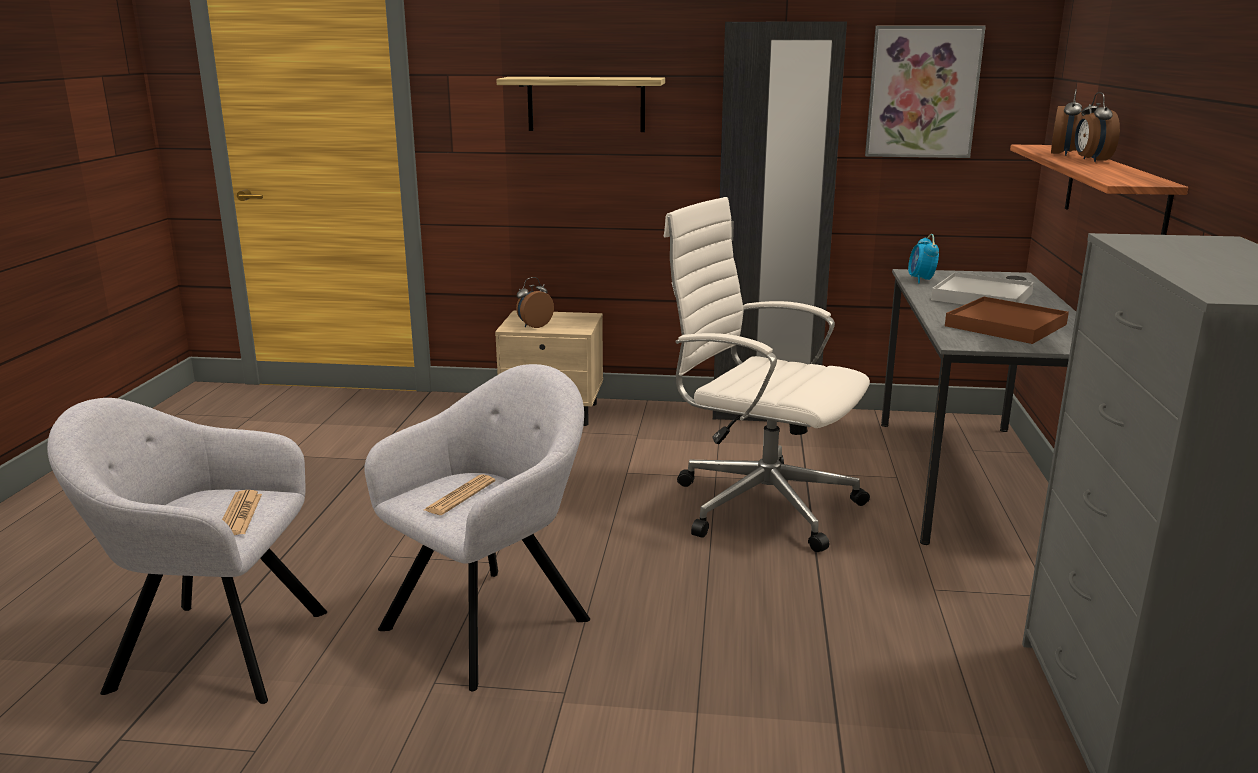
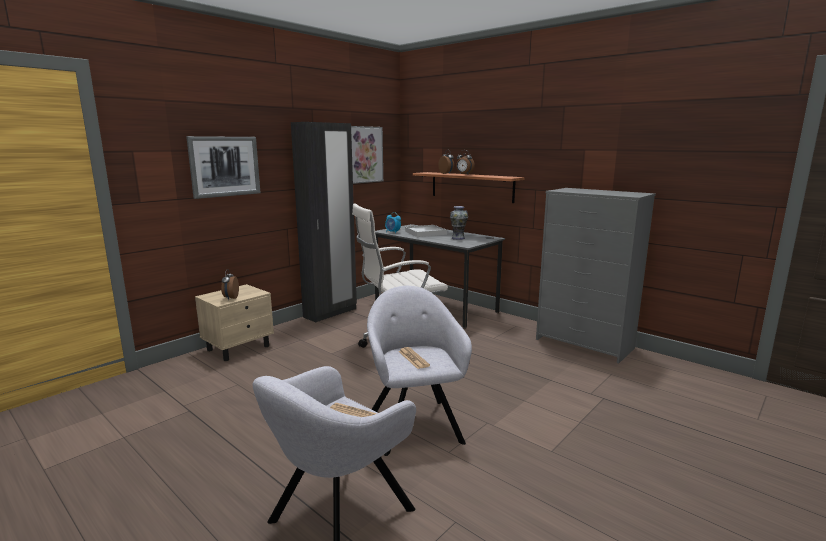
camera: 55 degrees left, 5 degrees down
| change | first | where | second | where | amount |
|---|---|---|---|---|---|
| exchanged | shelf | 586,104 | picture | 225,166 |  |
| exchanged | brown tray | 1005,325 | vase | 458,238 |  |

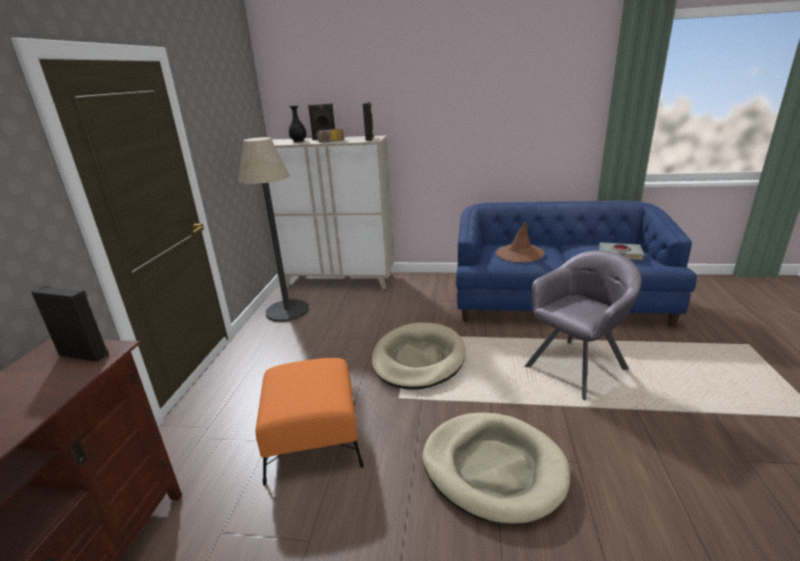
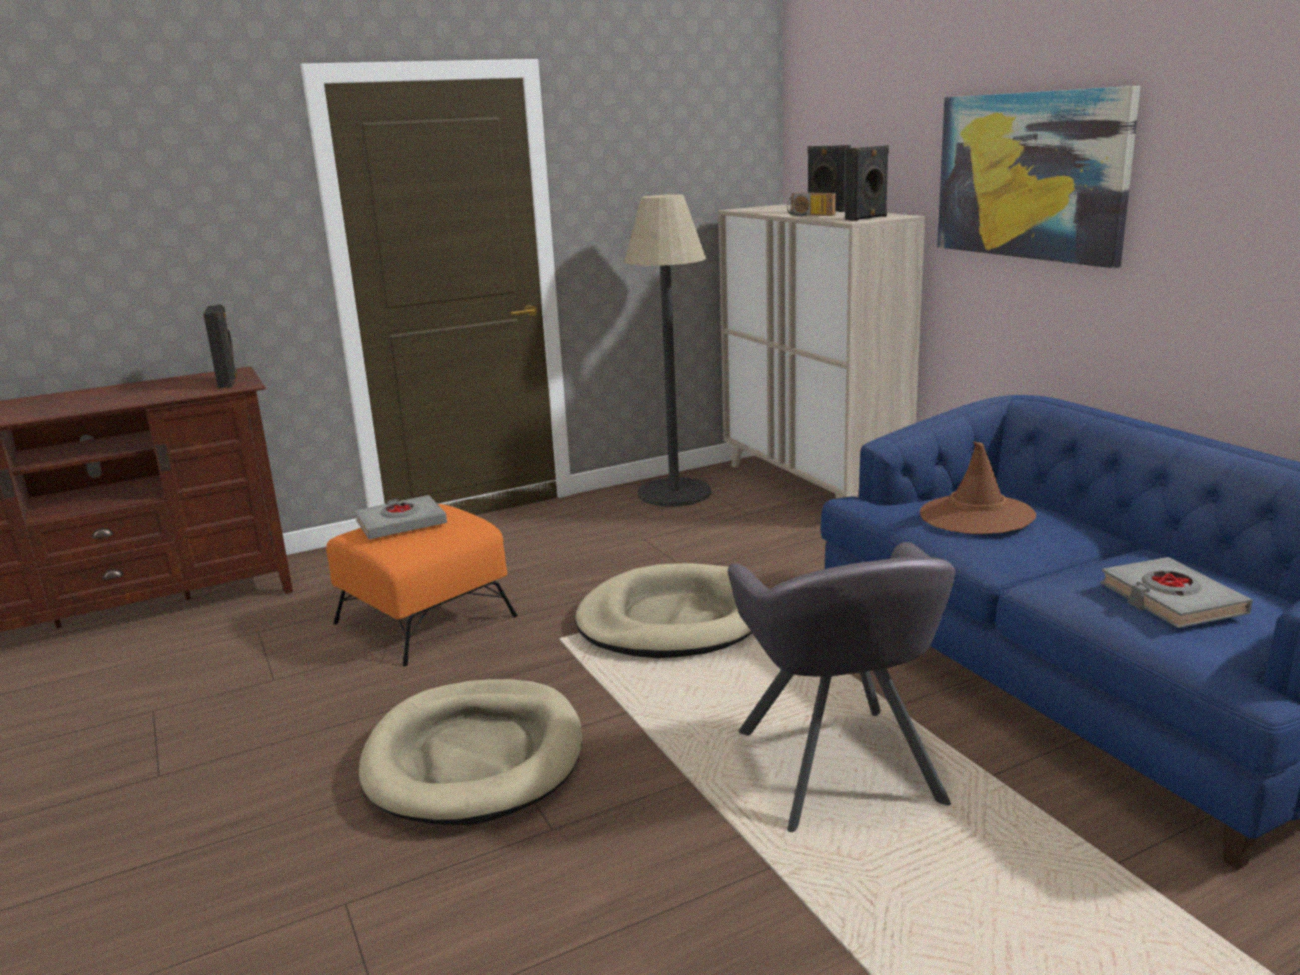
camera: 55 degrees right, 5 degrees down
| change | first | where | second | where | amount |
|---|---|---|---|---|---|
| missing | black vase | 298,141 |  |  |  |
| appeared |  |  | grey book | 401,523 |  |
| appeared |  |  | picture | 1030,176 |  |
| spun | grey armchair | 576,368 |  | 837,768 | 60 degrees clockwise |

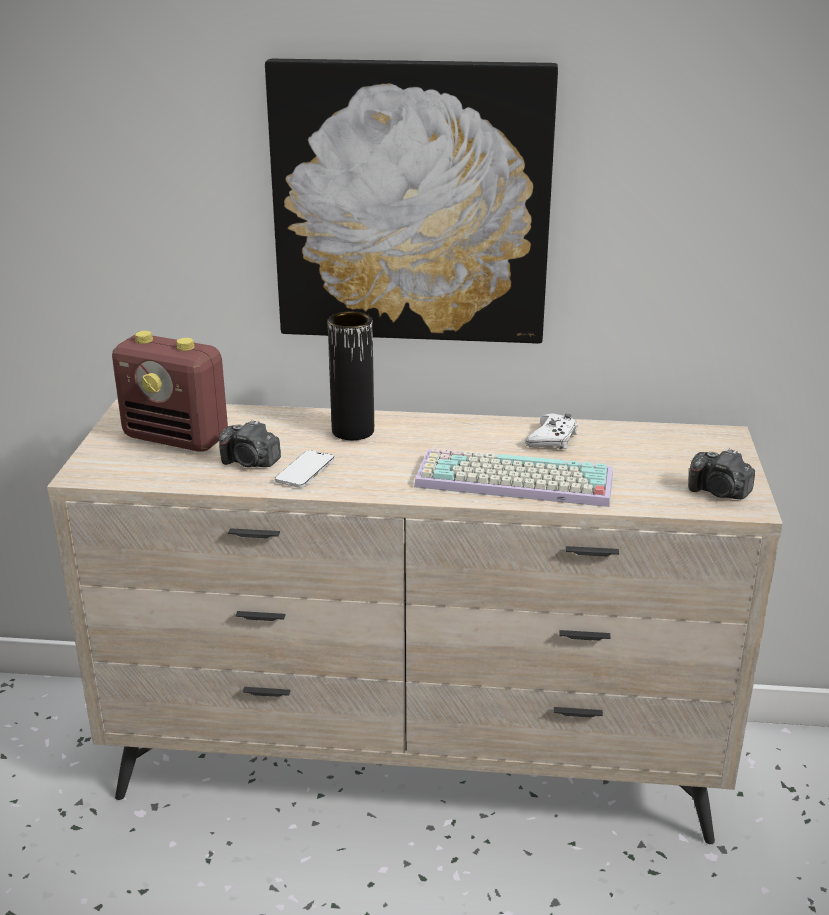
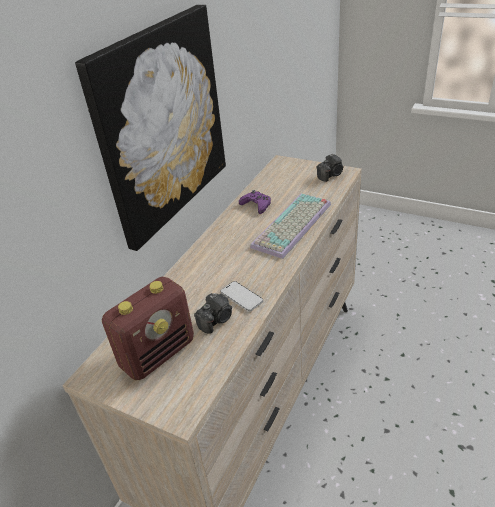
camera: 65 degrees left, 10 degrees up
| change | first | where | second | where | amount |
|---|---|---|---|---|---|
| missing | black vase | 353,431 |  |  |  |
| colour | white game controller | 552,439 | purple game controller | 256,205 |  |

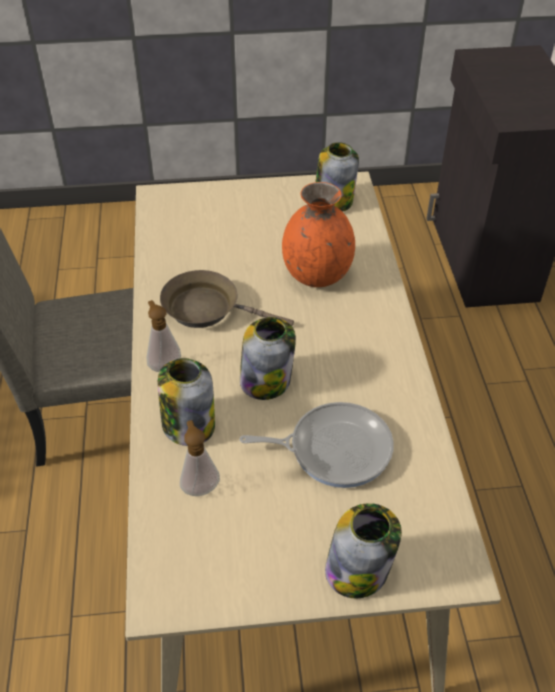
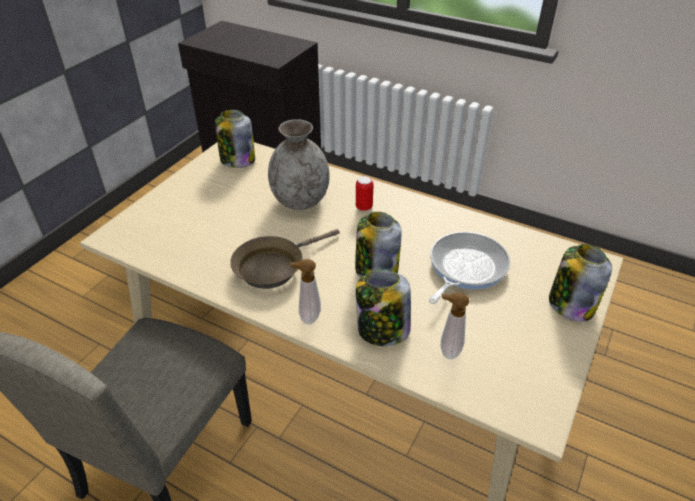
camera: 55 degrees left, 5 degrees down
| change | first | where | second | where | amount |
|---|---|---|---|---|---|
| appeared |  |  | can | 364,207 |  |
| colour | orange vase | 316,274 | grey vase | 300,200 |  |

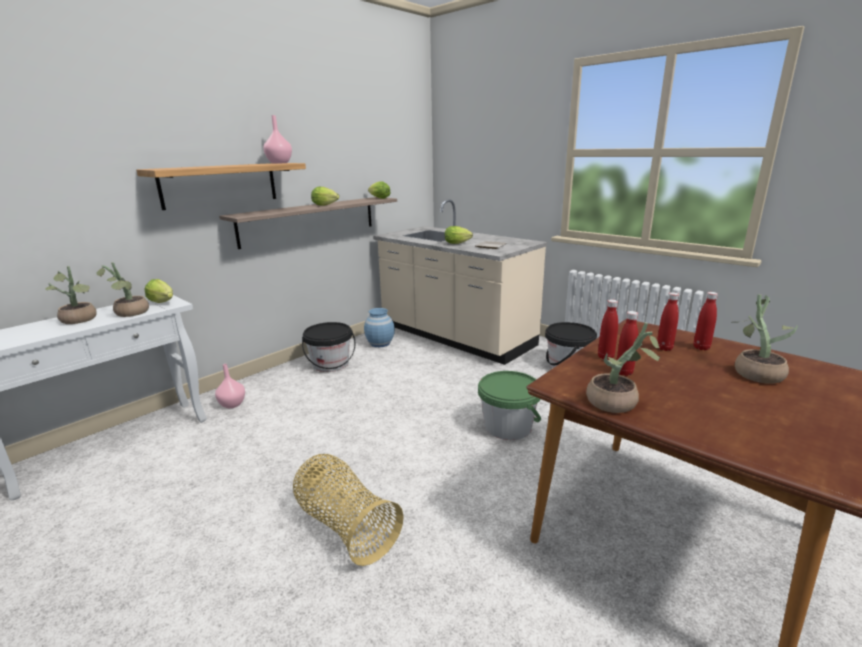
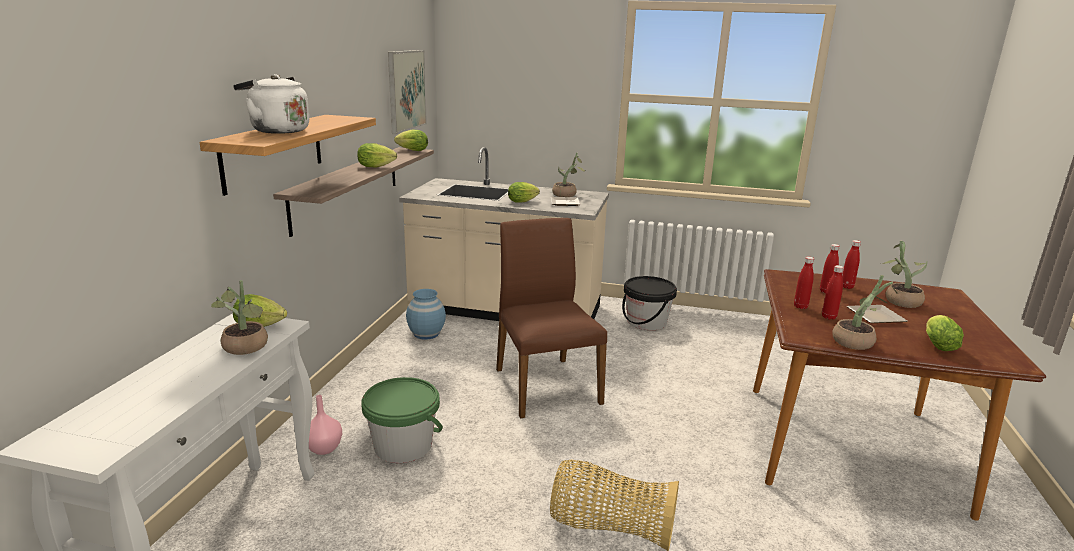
camera: 30 degrees left, 0 degrees up
| change | first | where | second | where | amount |
|---|---|---|---|---|---|
| missing | pink vase | 279,163 |  |  |  |
| missing | black bucket | 330,364 |  |  |  |
| appeared |  |  | white kettle | 277,131 |  |
| appeared |  |  | picture | 406,90 |  |
| appeared |  |  | brown chair | 545,385 |  |
| appeared |  |  | plate | 873,316 |  |
| appeared |  |  | lettuce | 937,344 |  |
| relocated | potted plant | 80,320 |  | 567,195 |  |
| relocated | green bucket | 508,426 |  | 403,446 |  |

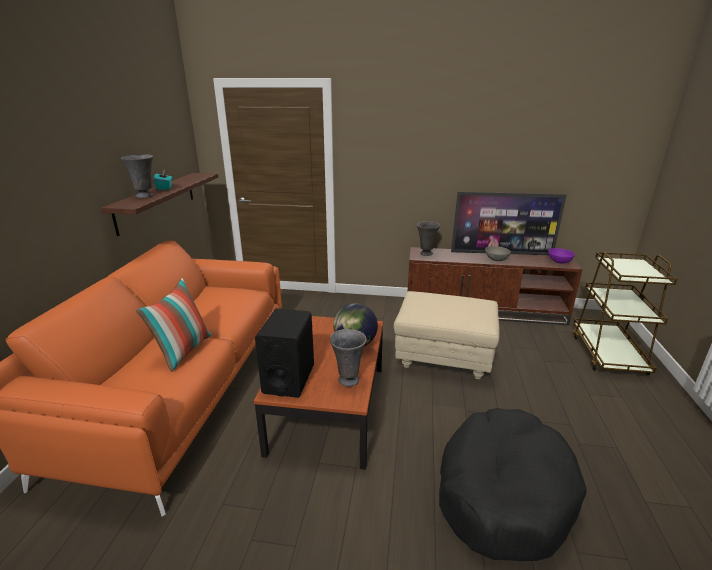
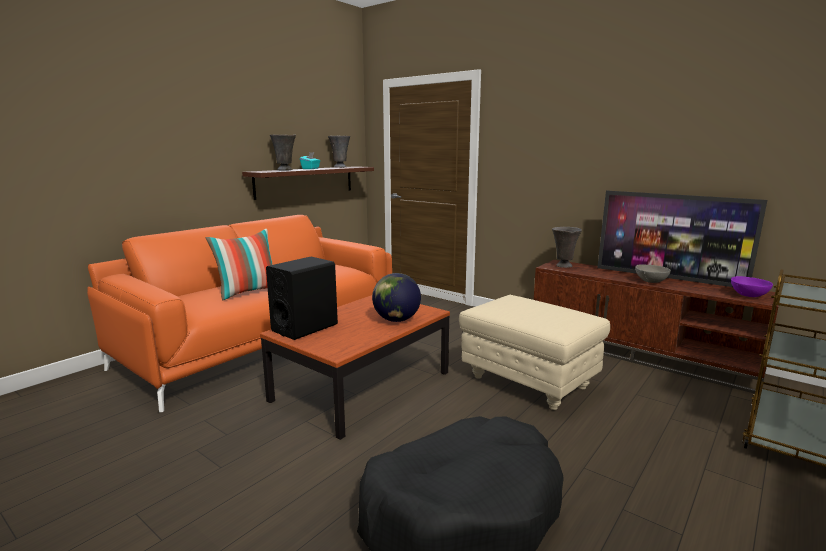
camera: 30 degrees right, 10 degrees down
| change | first | where | second | where | amount |
|---|---|---|---|---|---|
| relocated | grey vase | 348,380 |  | 340,167 |  |

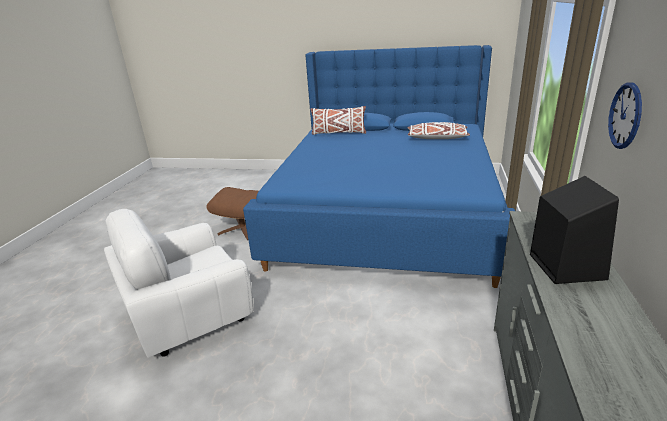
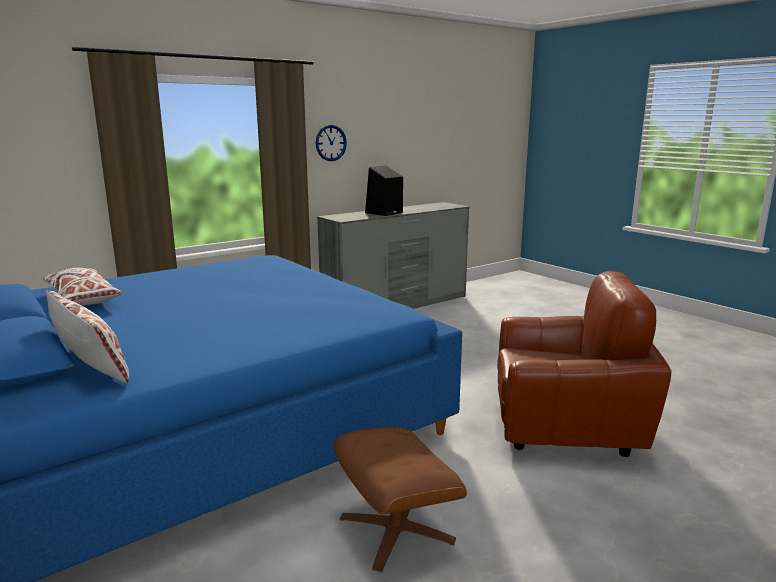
camera: 140 degrees left, 10 degrees down
| change | first | where | second | where | amount |
|---|---|---|---|---|---|
| colour | white armchair | 189,316 | brown armchair | 566,425 |  |

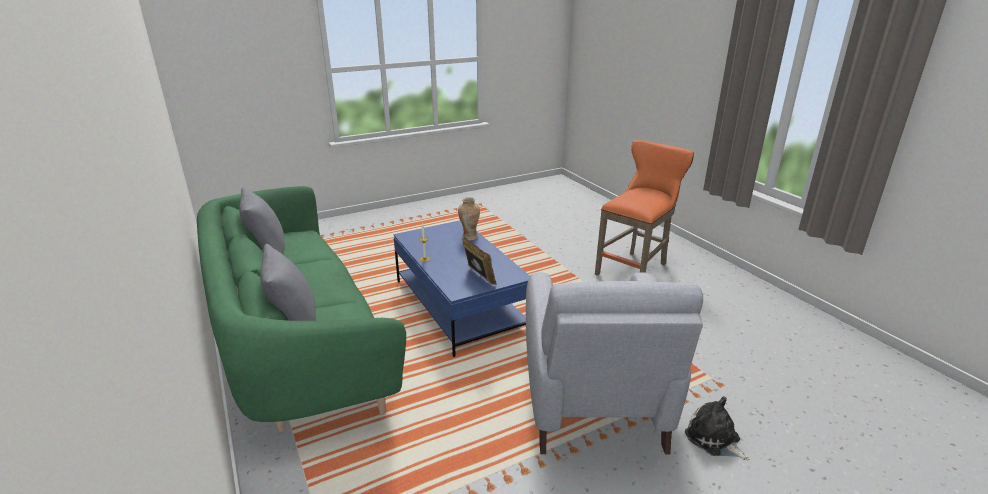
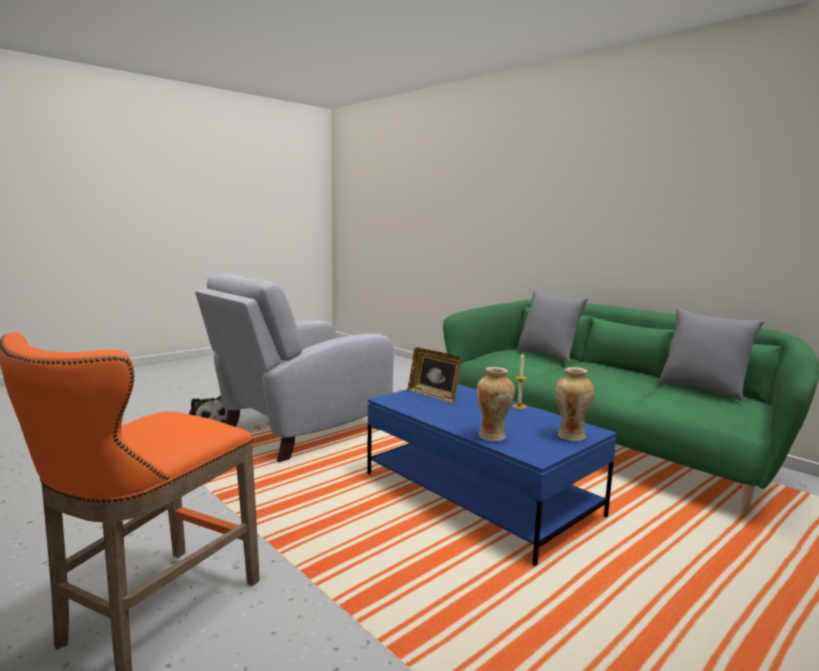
camera: 165 degrees right, 15 degrees down
| change | first | where | second | where | amount |
|---|---|---|---|---|---|
| appeared |  |  | vase | 570,436 |  |
| spun | grey armchair | 593,405 |  | 299,430 | 120 degrees counterclockwise |

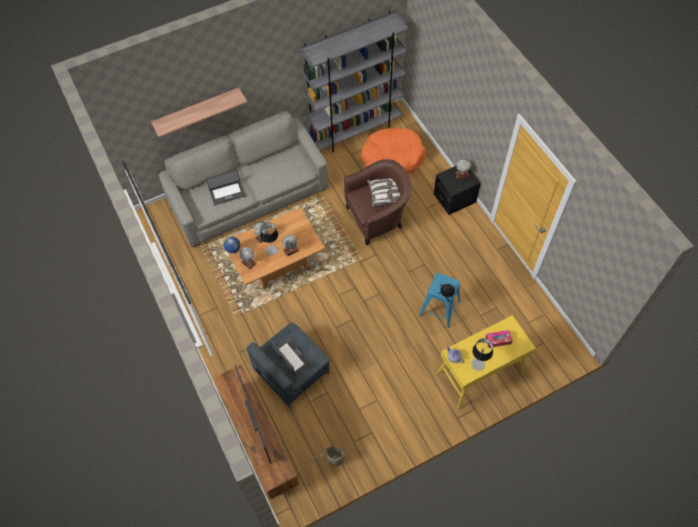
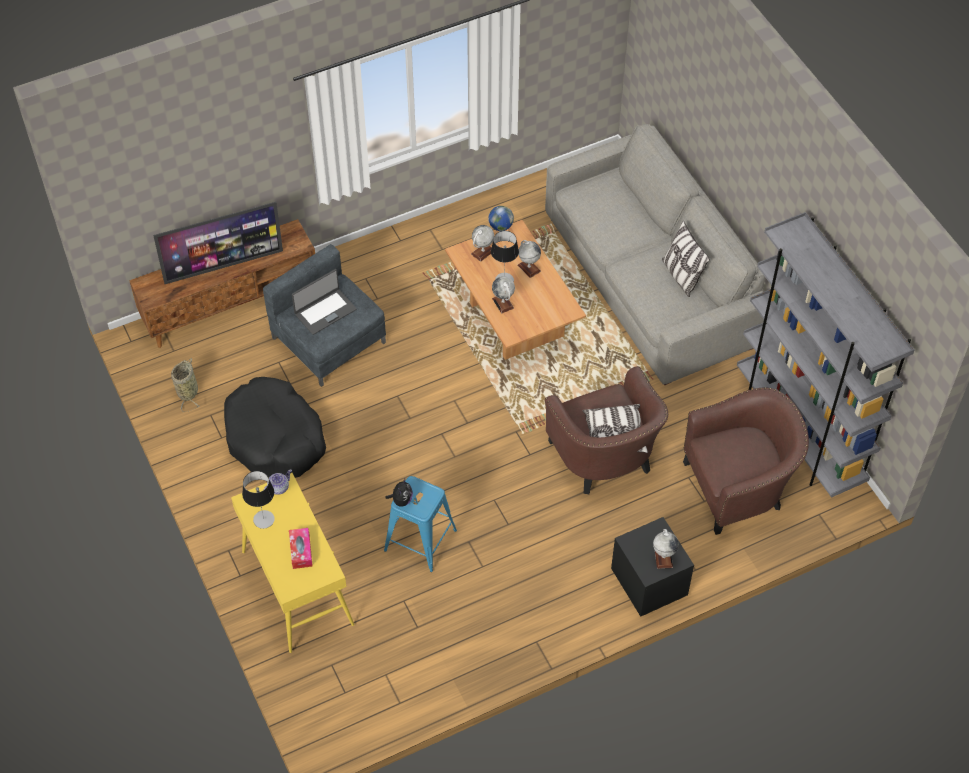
camera: 90 degrees right, 5 degrees down
| change | first | where | second | where | amount |
|---|---|---|---|---|---|
| missing | shelf | 197,110 |  |  |  |
| missing | laptop | 227,193 |  |  |  |
| appeared |  |  | black dog bed | 275,438 |  |
| appeared |  |  | pillow | 681,276 |  |
| exchanged | orange dog bed | 392,158 | brown armchair | 739,487 |  |

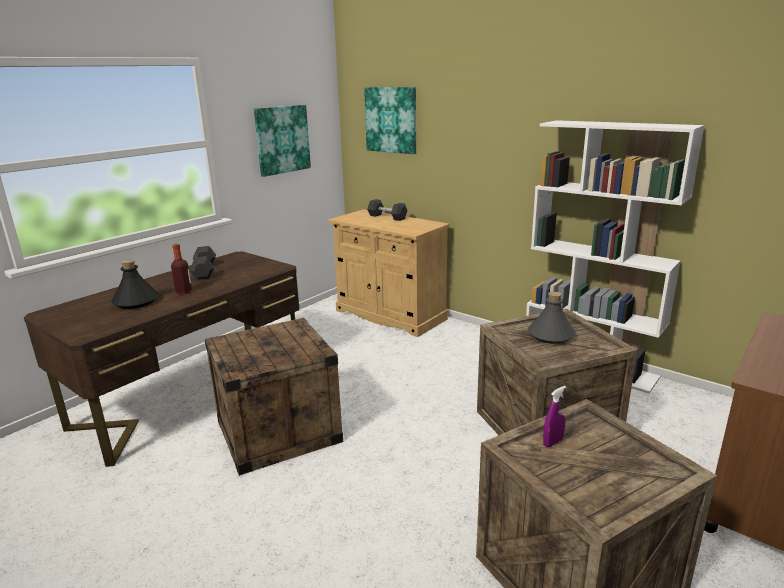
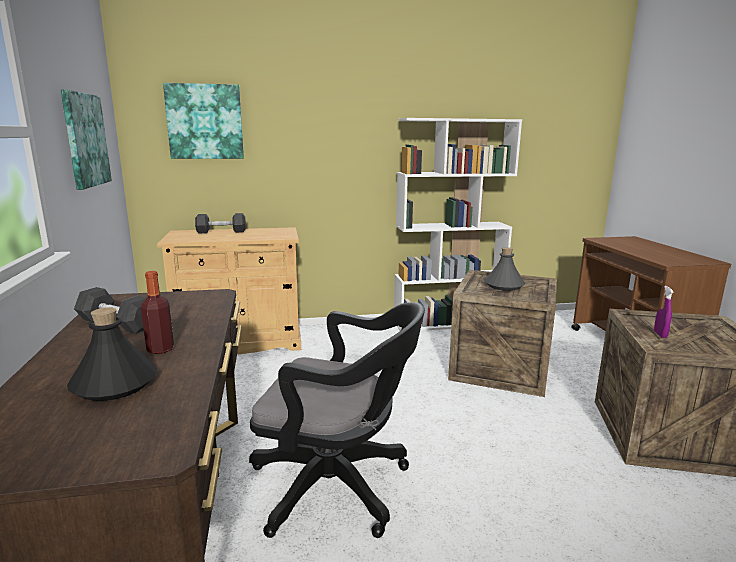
camera: 50 degrees left, 5 degrees down
| change | first | where | second | where | amount |
|---|---|---|---|---|---|
| exchanged | crate | 278,431 | black office chair | 338,487 |  |

